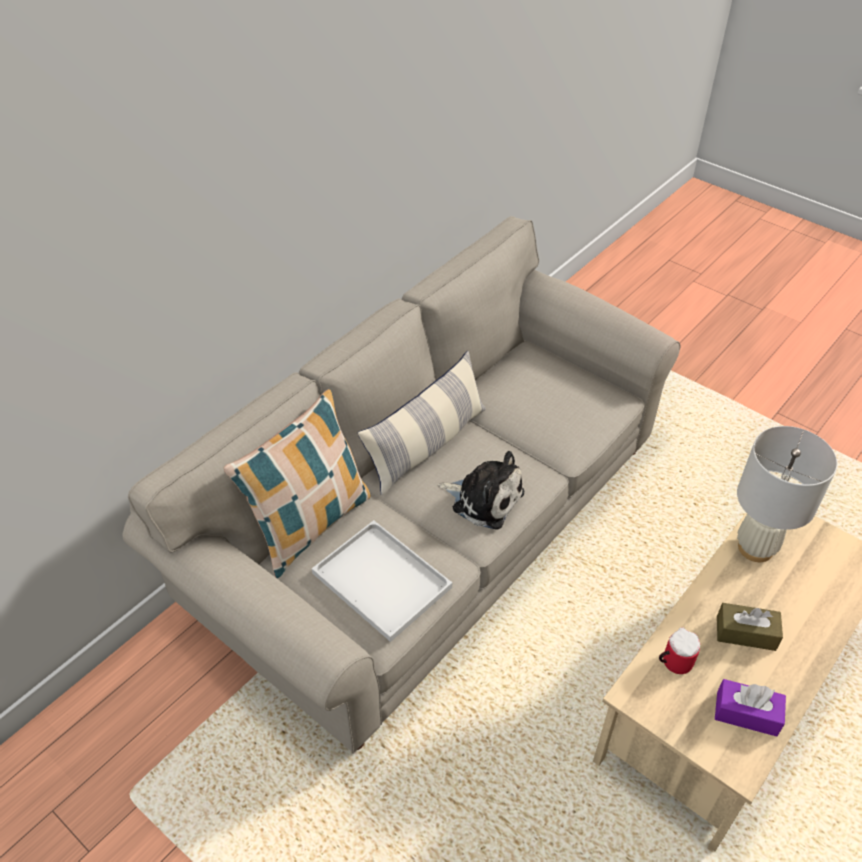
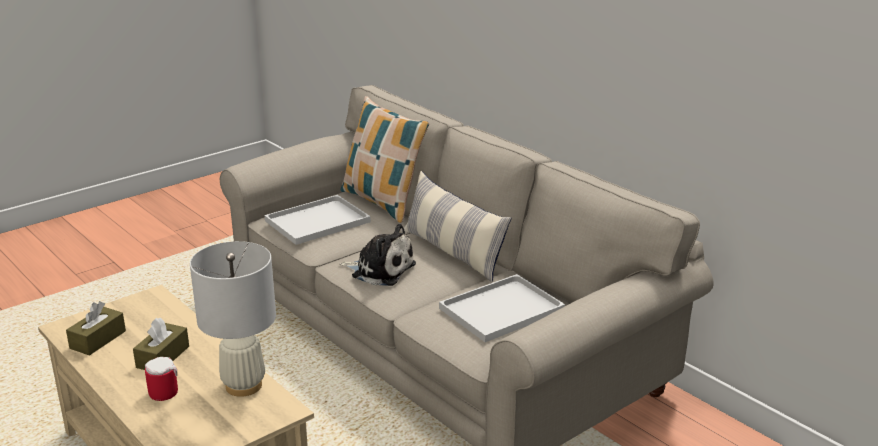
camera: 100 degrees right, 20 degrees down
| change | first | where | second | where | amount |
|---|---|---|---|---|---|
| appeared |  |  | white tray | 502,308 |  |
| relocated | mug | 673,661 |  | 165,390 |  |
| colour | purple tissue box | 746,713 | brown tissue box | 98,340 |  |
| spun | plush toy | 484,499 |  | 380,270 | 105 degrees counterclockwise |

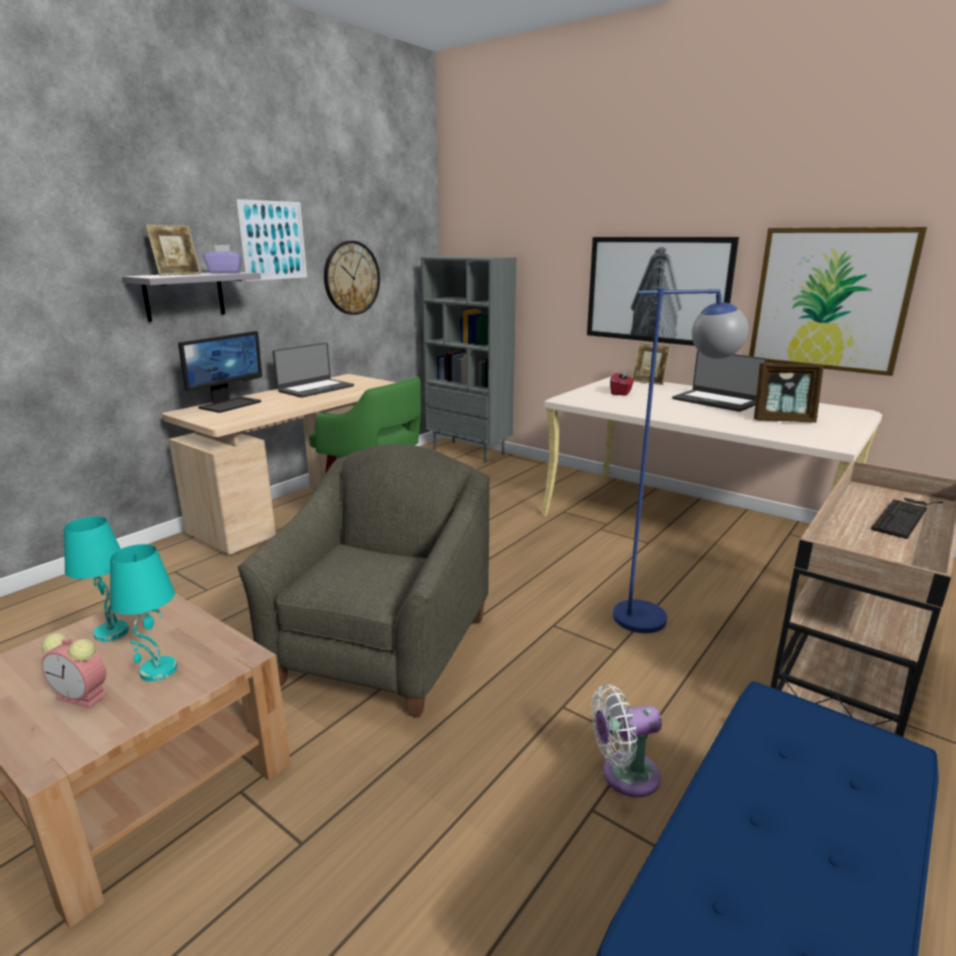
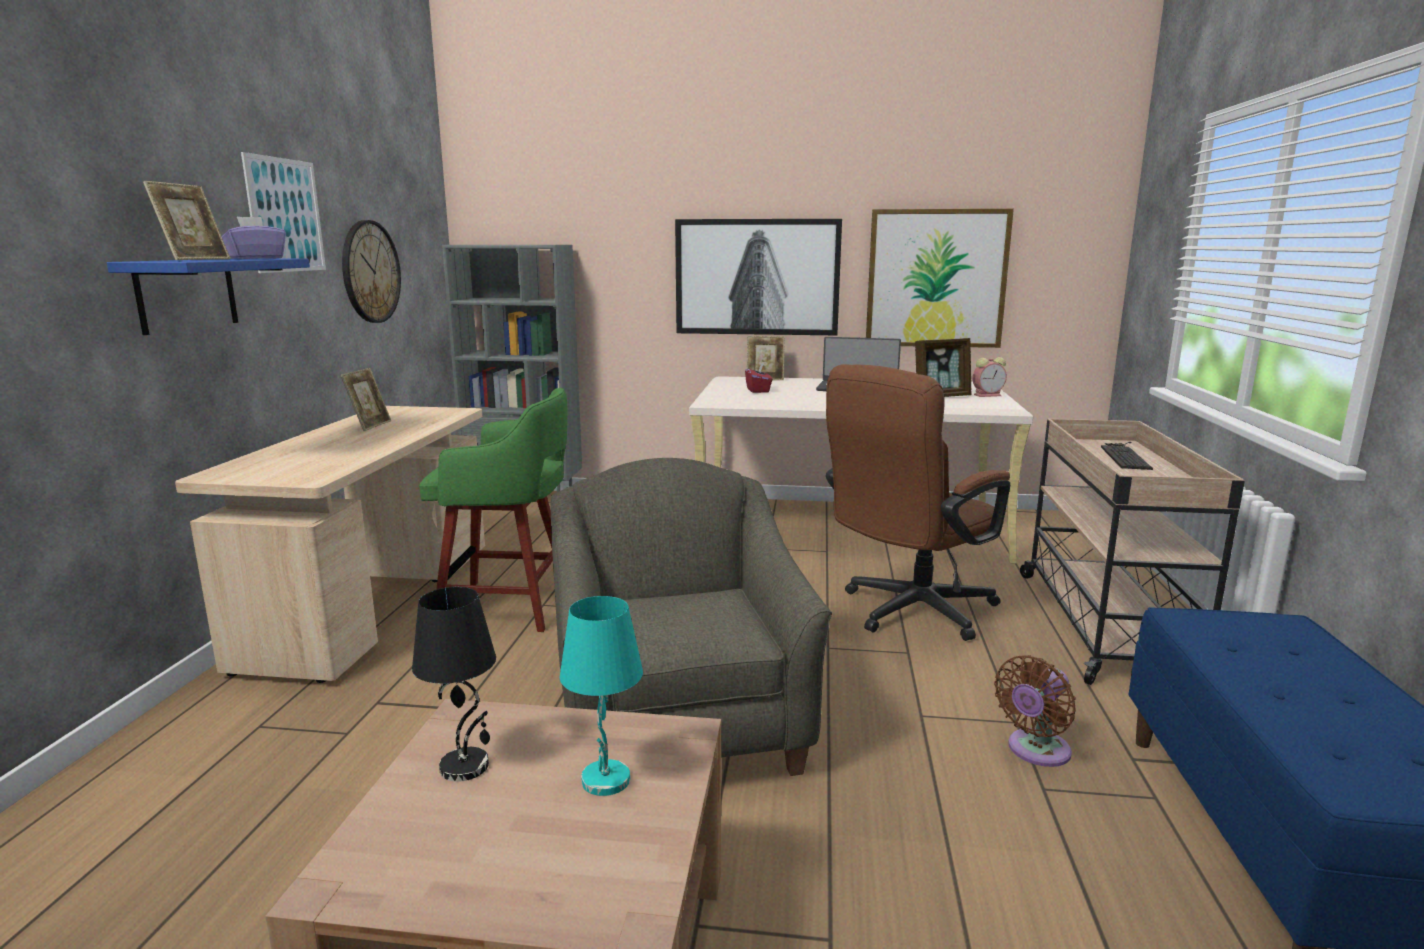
camera: 30 degrees left, 5 degrees down
| change | first | where | second | where | amount |
|---|---|---|---|---|---|
| missing | monitor | 229,404 |  |  |  |
| relocated | alarm clock | 84,696 |  | 988,395 |  |
| exchanged | laptop | 315,389 | picture frame | 370,426 |  |
| exchanged | blue floor lamp | 657,616 | brown office chair | 909,613 |  |
| colour | turquoise table lamp | 112,632 | black table lamp | 466,766 |  |
| colour | grey shelf | 184,295 | blue shelf | 187,294 |  |
| colour | white fan | 624,775 | brown fan | 1035,751 |  |

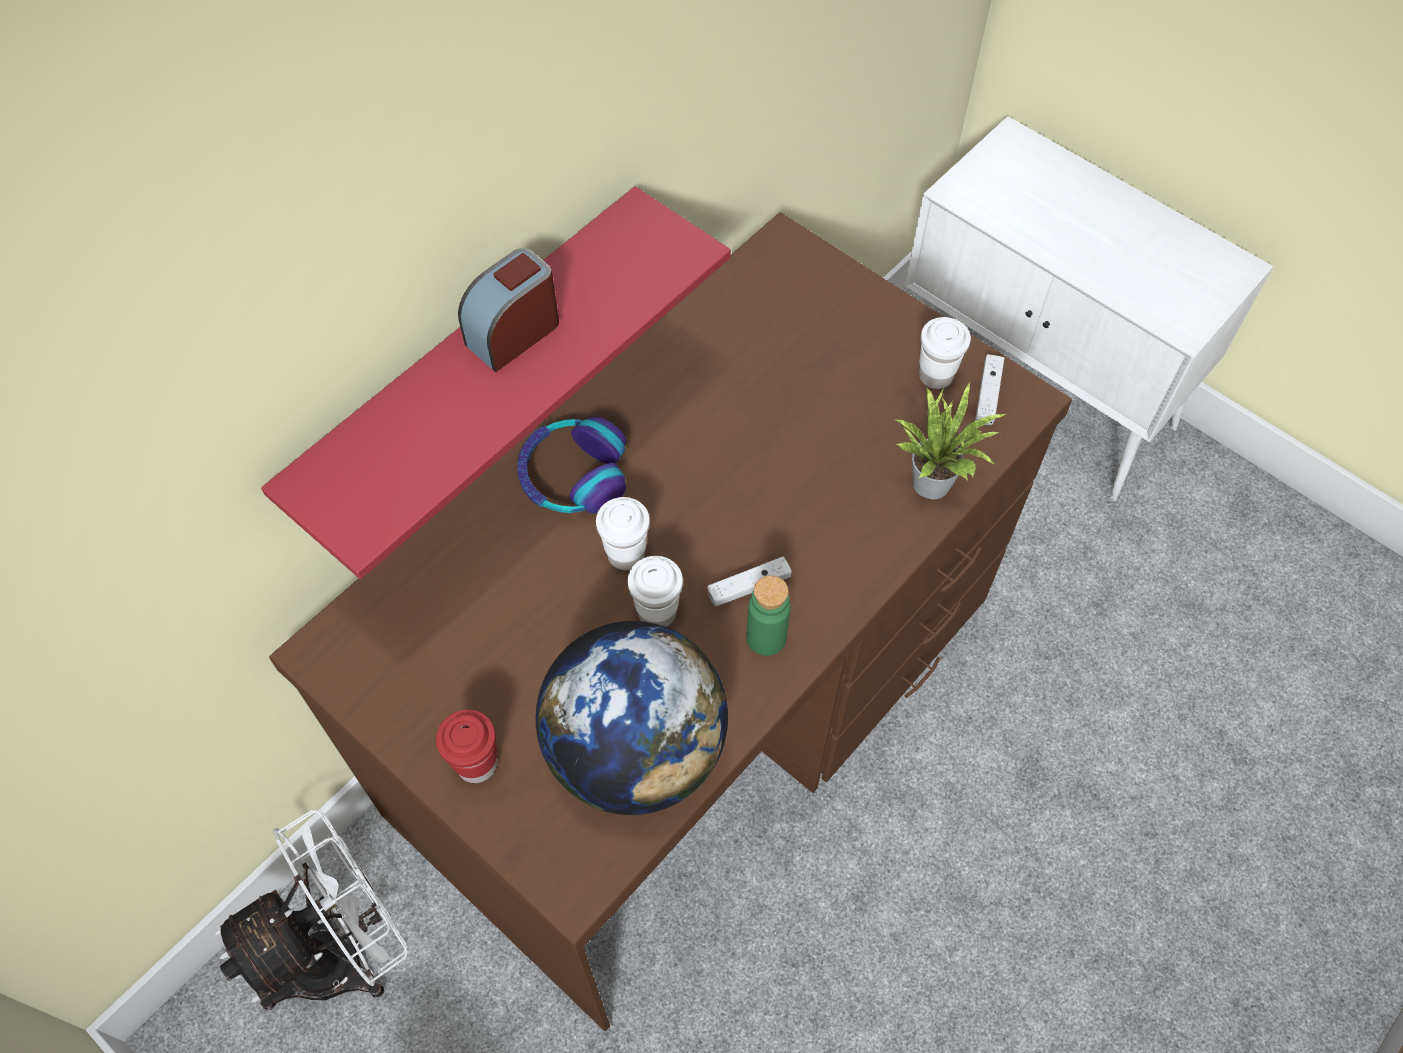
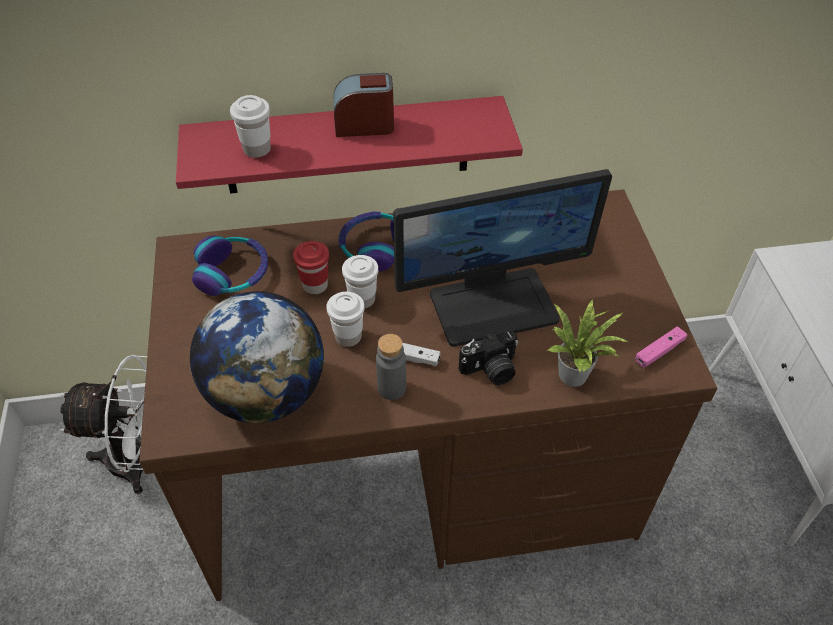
camera: 40 degrees right, 10 degrees down
| change | first | where | second | where | amount |
|---|---|---|---|---|---|
| appeared |  |  | headphones | 233,273 |  |
| appeared |  |  | monitor | 493,304 |  |
| appeared |  |  | photo camera | 491,370 |  |
| relocated | red cup | 477,764 |  | 315,285 |  |
| relocated | white cup | 935,376 |  | 257,149 |  |
| colour | green bottle | 766,638 | grey bottle | 392,388 |  |
| colour | white game controller | 987,395 | pink game controller | 659,351 |  |

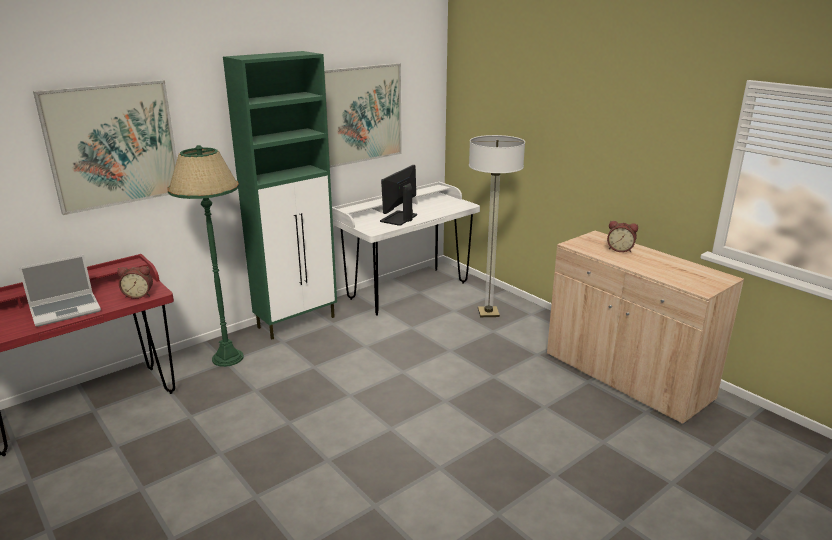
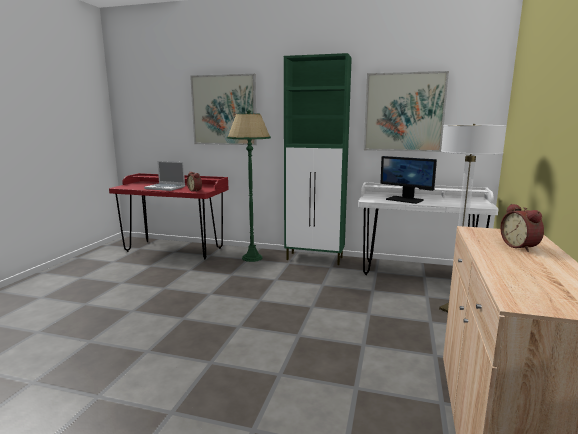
camera: 55 degrees right, 10 degrees down
| change | first | where | second | where | amount |
|---|---|---|---|---|---|
| spun | monitor | 399,218 |  | 405,200 | 135 degrees counterclockwise |

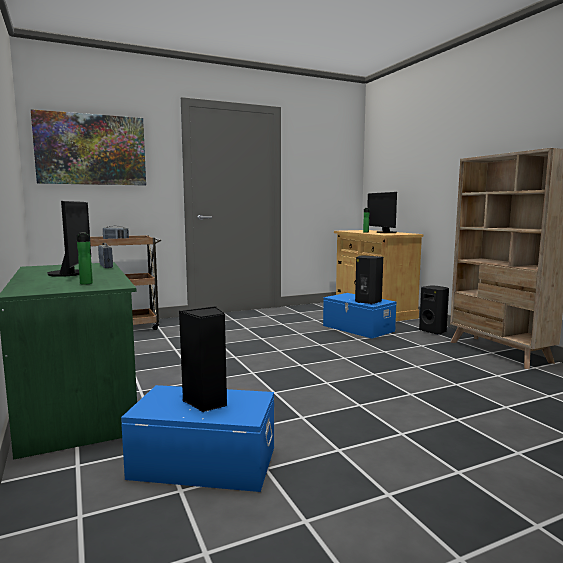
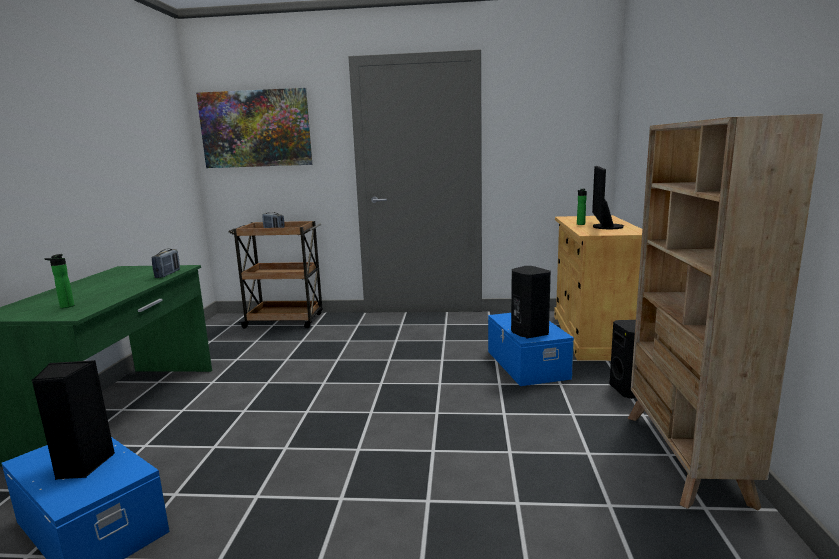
camera: 30 degrees right, 5 degrees up
| change | first | where | second | where | amount |
|---|---|---|---|---|---|
| missing | monitor | 71,273 |  |  |  |

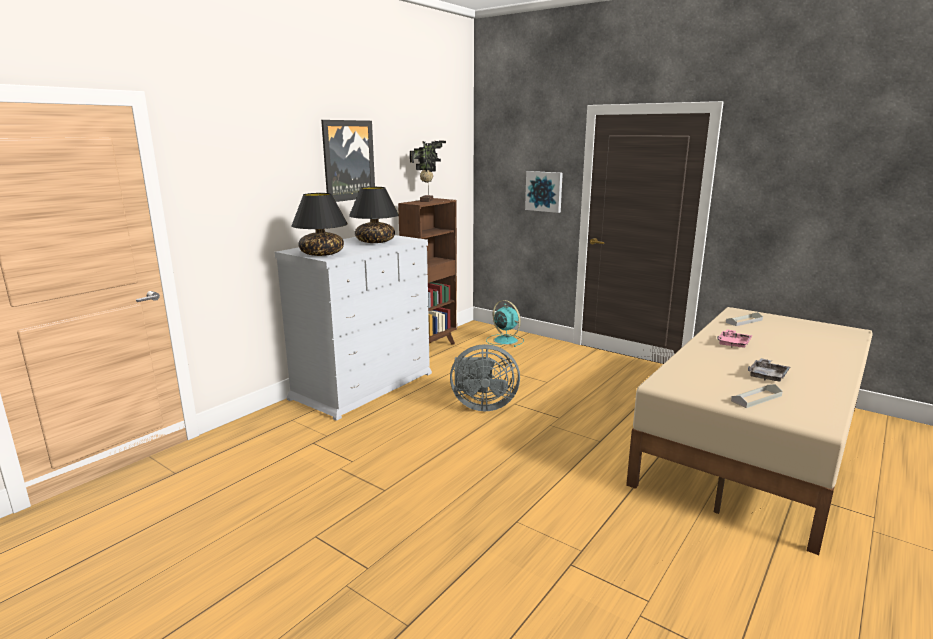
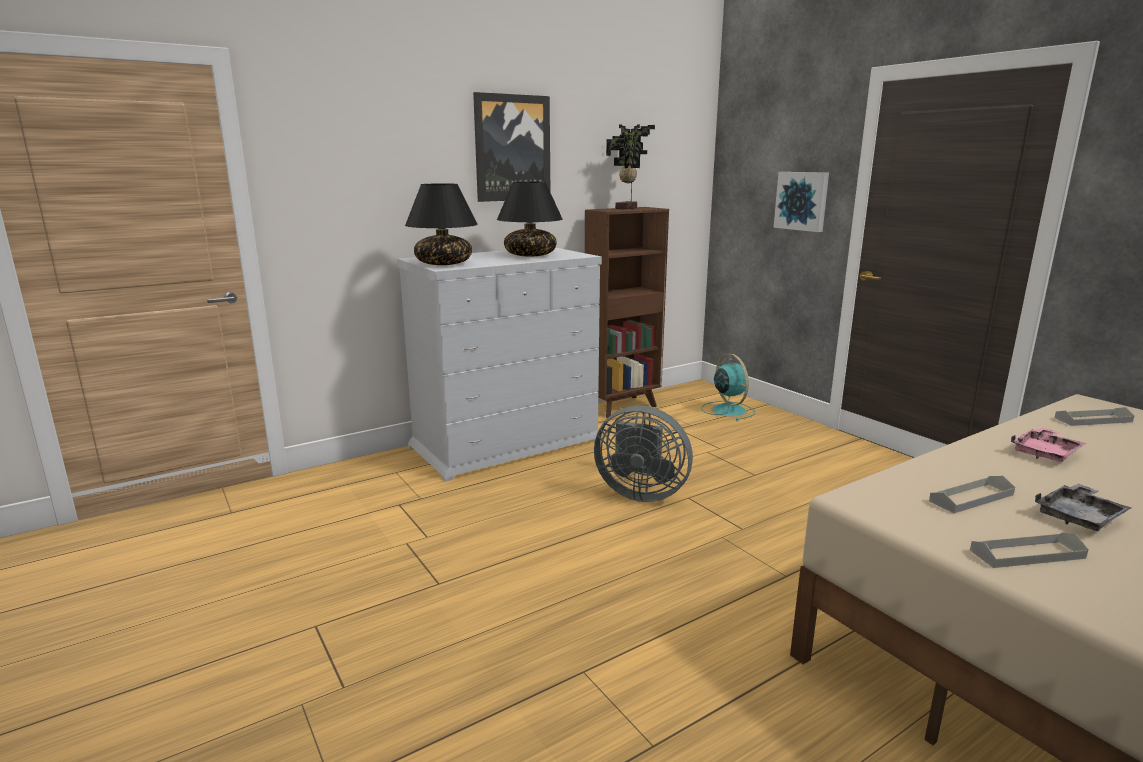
camera: 20 degrees right, 0 degrees up
| change | first | where | second | where | amount |
|---|---|---|---|---|---|
| appeared |  |  | grey tray | 971,498 |  |

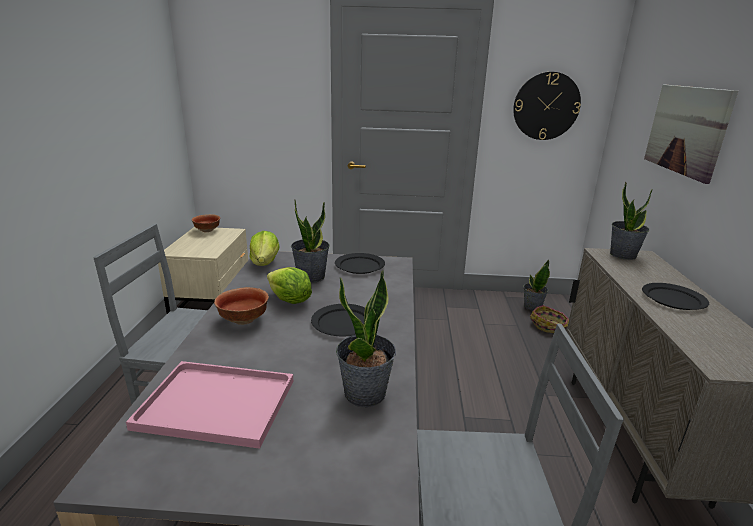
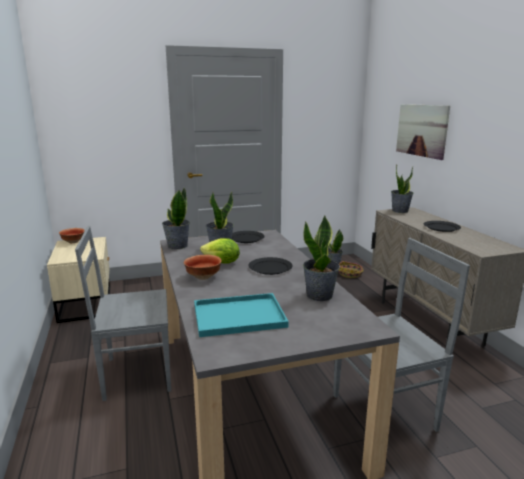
camera: 20 degrees left, 5 degrees down
| change | first | where | second | where | amount |
|---|---|---|---|---|---|
| missing | wall clock | 546,106 |  |  |  |
| exchanged | lettuce | 265,263 | potted plant | 177,246 |  |
| colour | pink tray | 213,404 | turquoise tray | 237,316 |  |

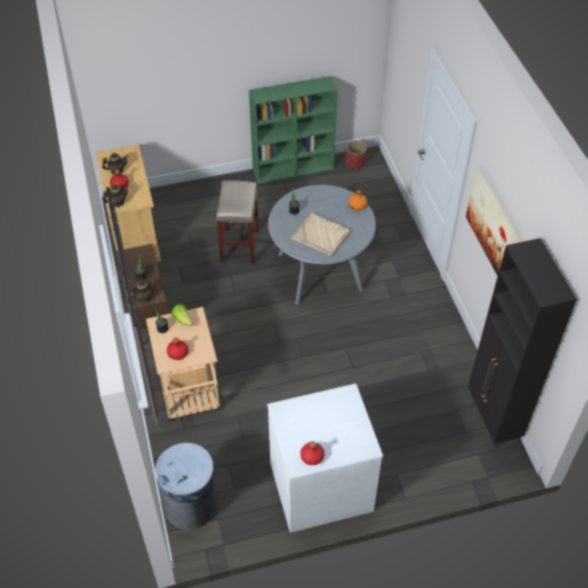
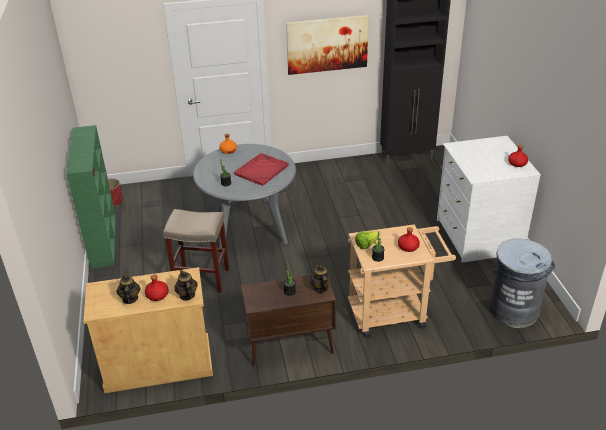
camera: 85 degrees left, 15 degrees down
| change | first | where | second | where | amount |
|---|---|---|---|---|---|
| colour | beige tray | 321,235 | red tray | 262,170 |  |

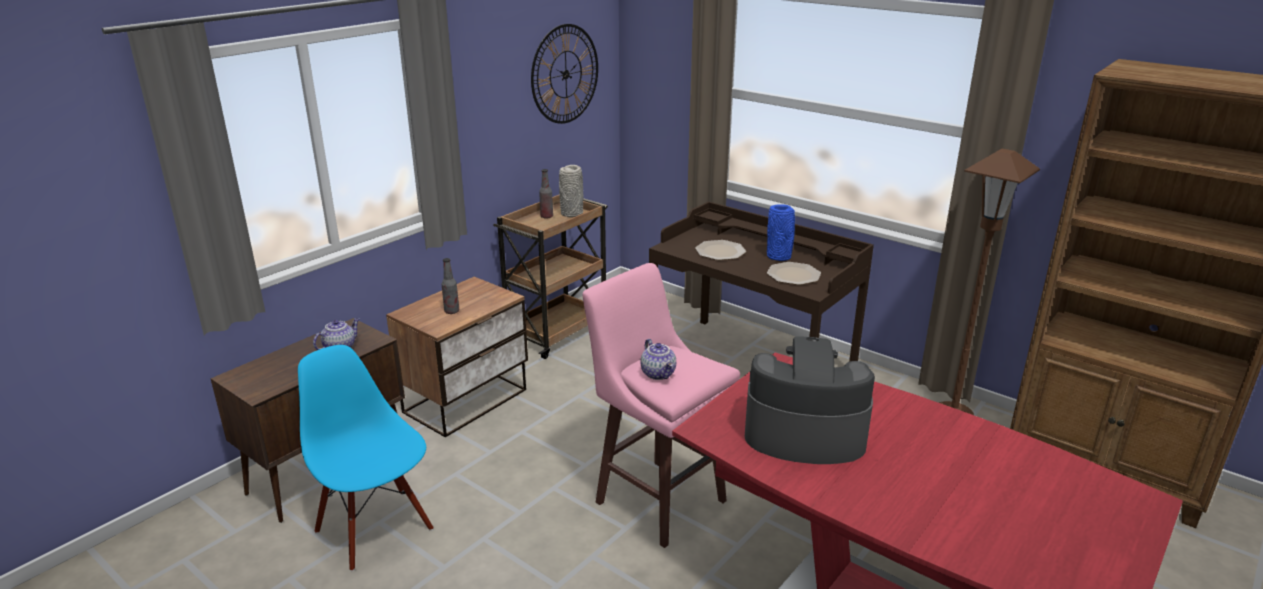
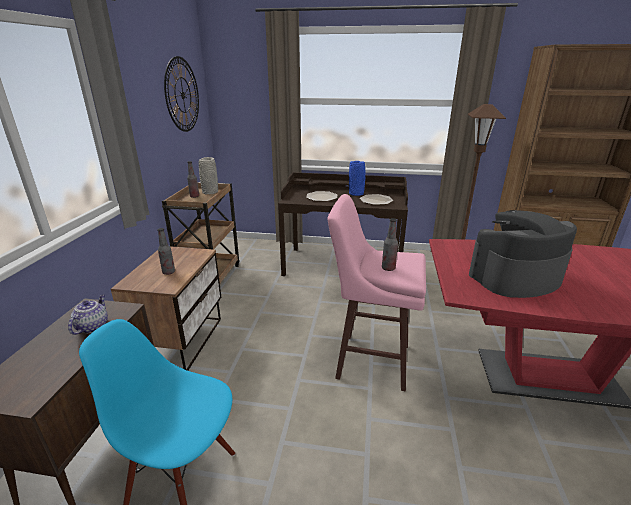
camera: 30 degrees left, 0 degrees up
| change | first | where | second | where | amount |
|---|---|---|---|---|---|
| exchanged | teapot | 659,374 | bottle | 388,268 |  |

